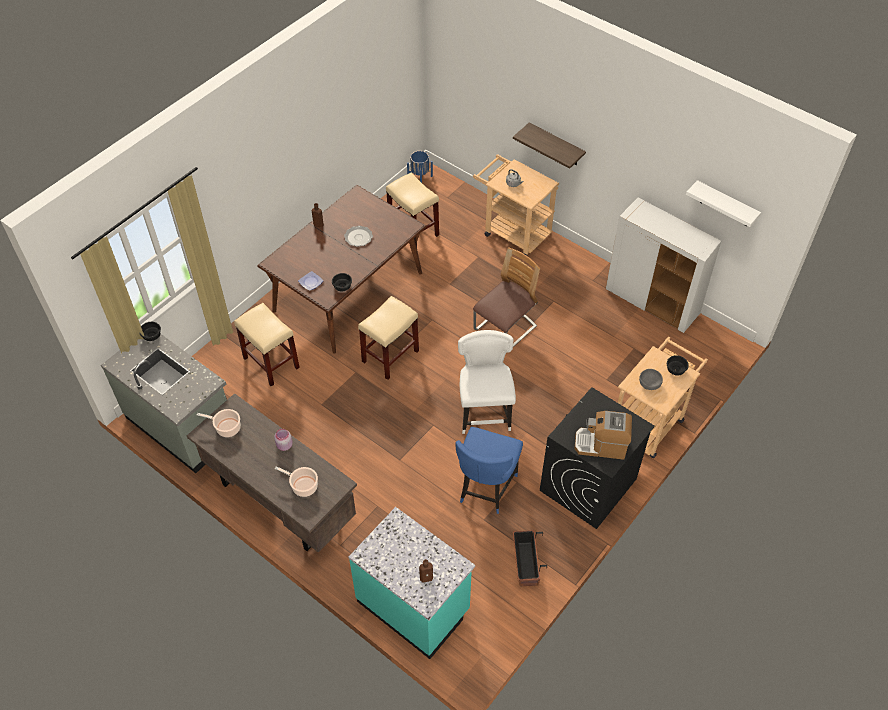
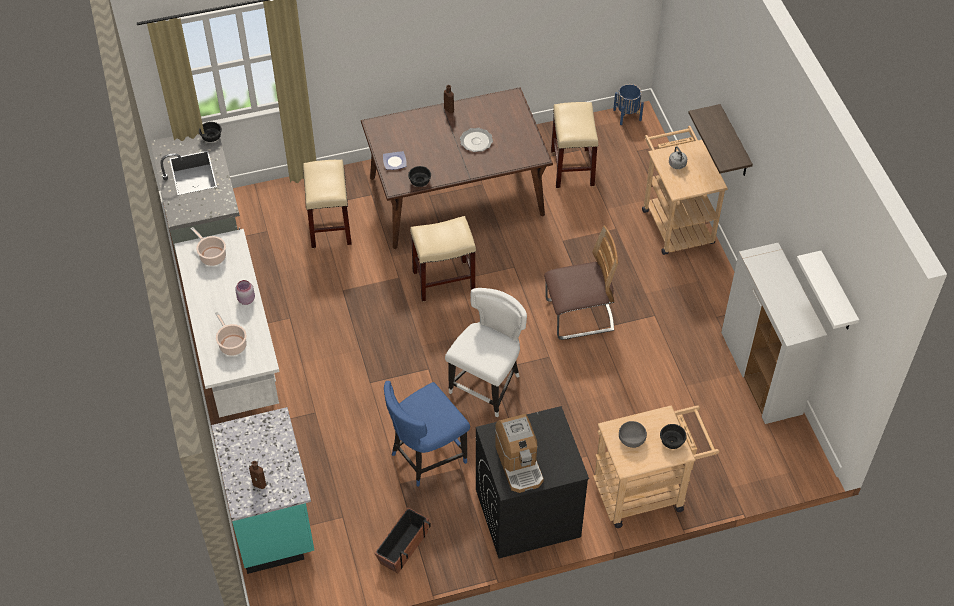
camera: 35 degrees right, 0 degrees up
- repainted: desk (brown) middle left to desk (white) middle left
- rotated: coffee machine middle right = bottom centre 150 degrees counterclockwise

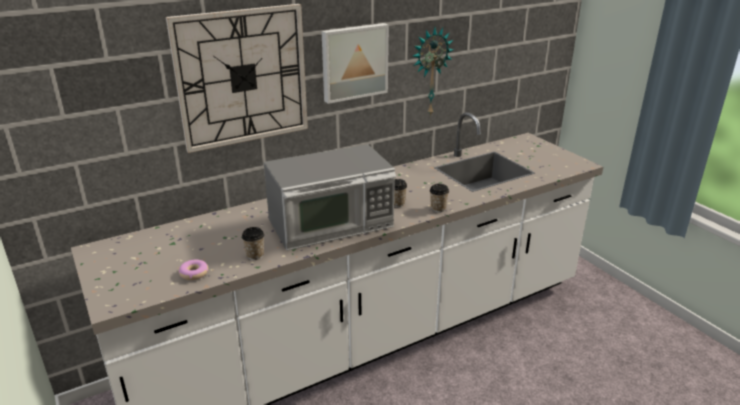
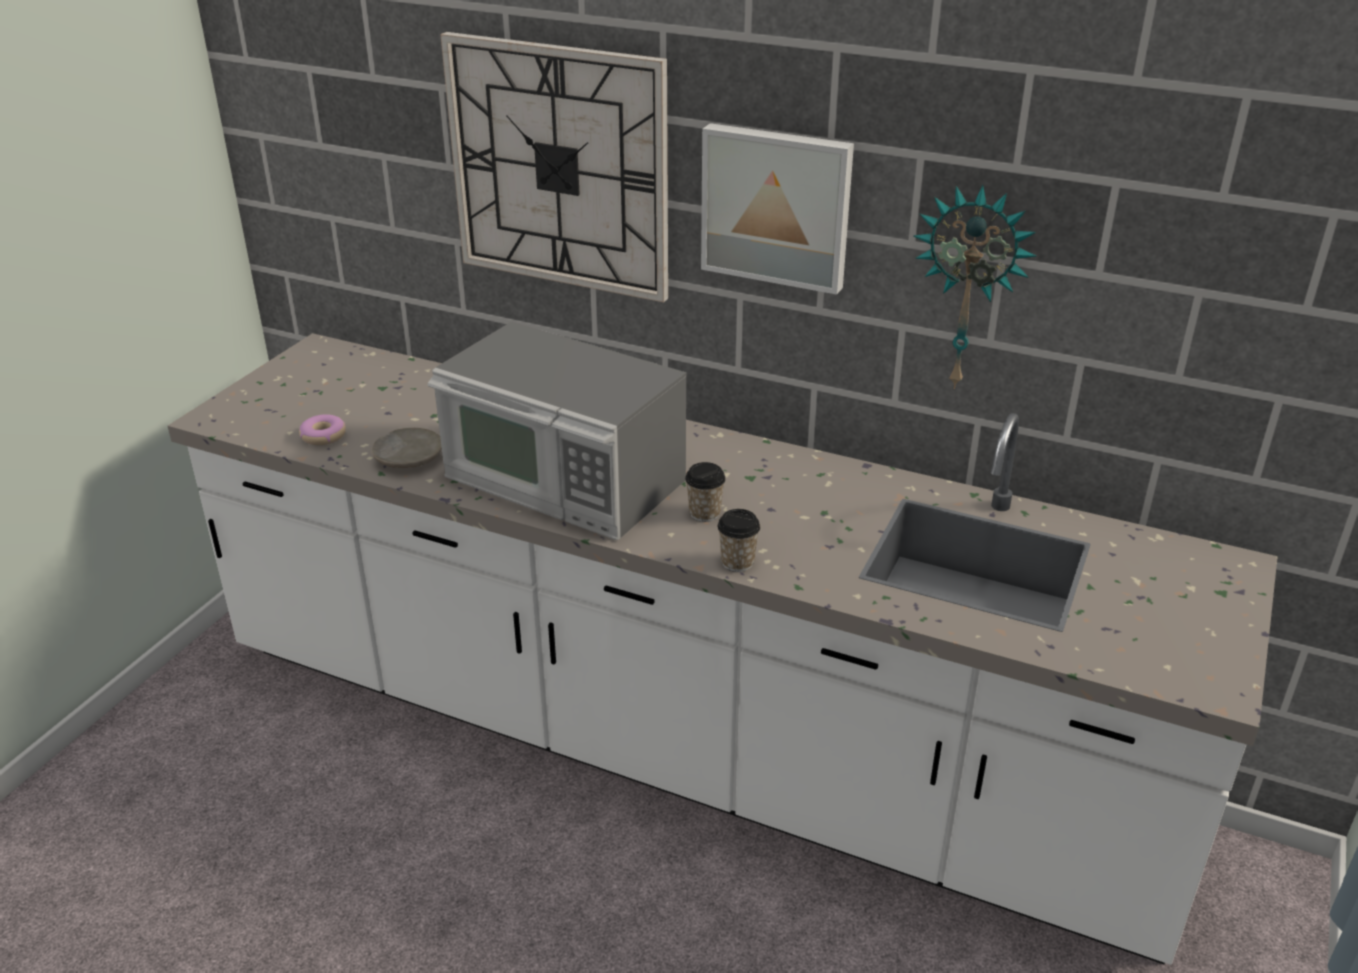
camera: 55 degrees right, 5 degrees up
- swapped: cup (no. 1 from left) centre to plate (beige) middle left

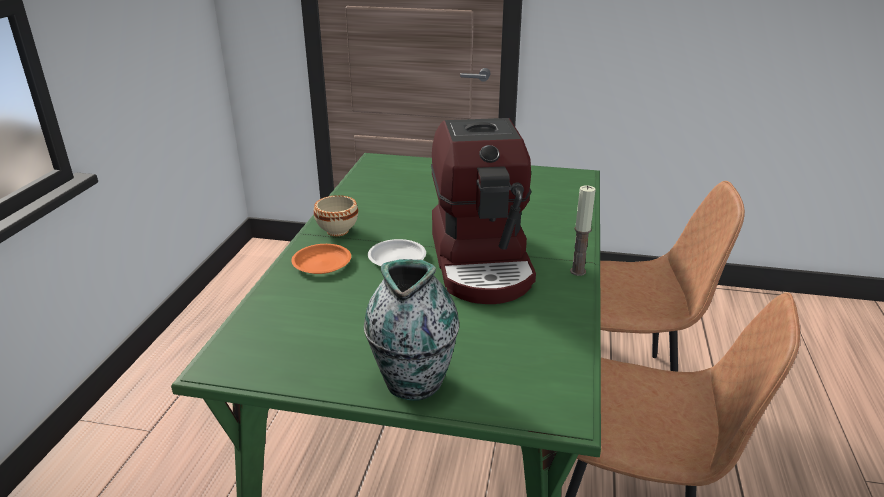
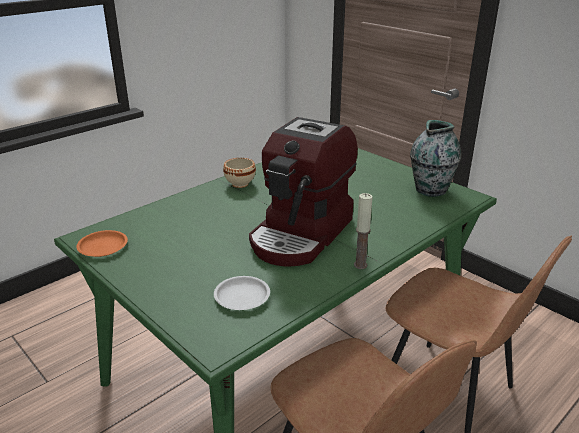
camera: 35 degrees right, 0 degrees up
- shifted: plate (orange) centre to middle left
- shifted: vase centre to middle right
- shifted: plate (white) centre to bottom centre

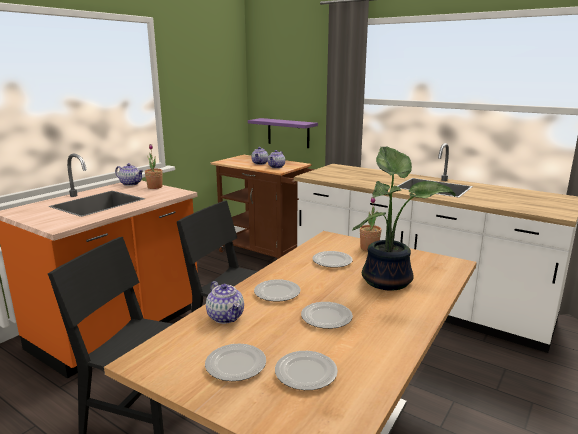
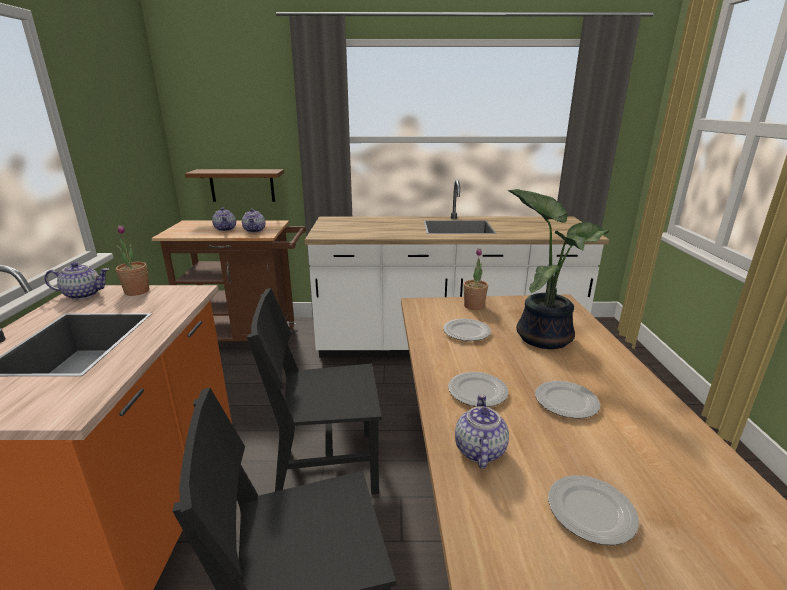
camera: 35 degrees left, 5 degrees up
- rotated: teapot (no. 2 from left in the first image) bottom centre = bottom centre 105 degrees counterclockwise
- repainted: shelf (purple) top centre to shelf (brown) top left
- gone: plate (no. 3 from left) bottom centre

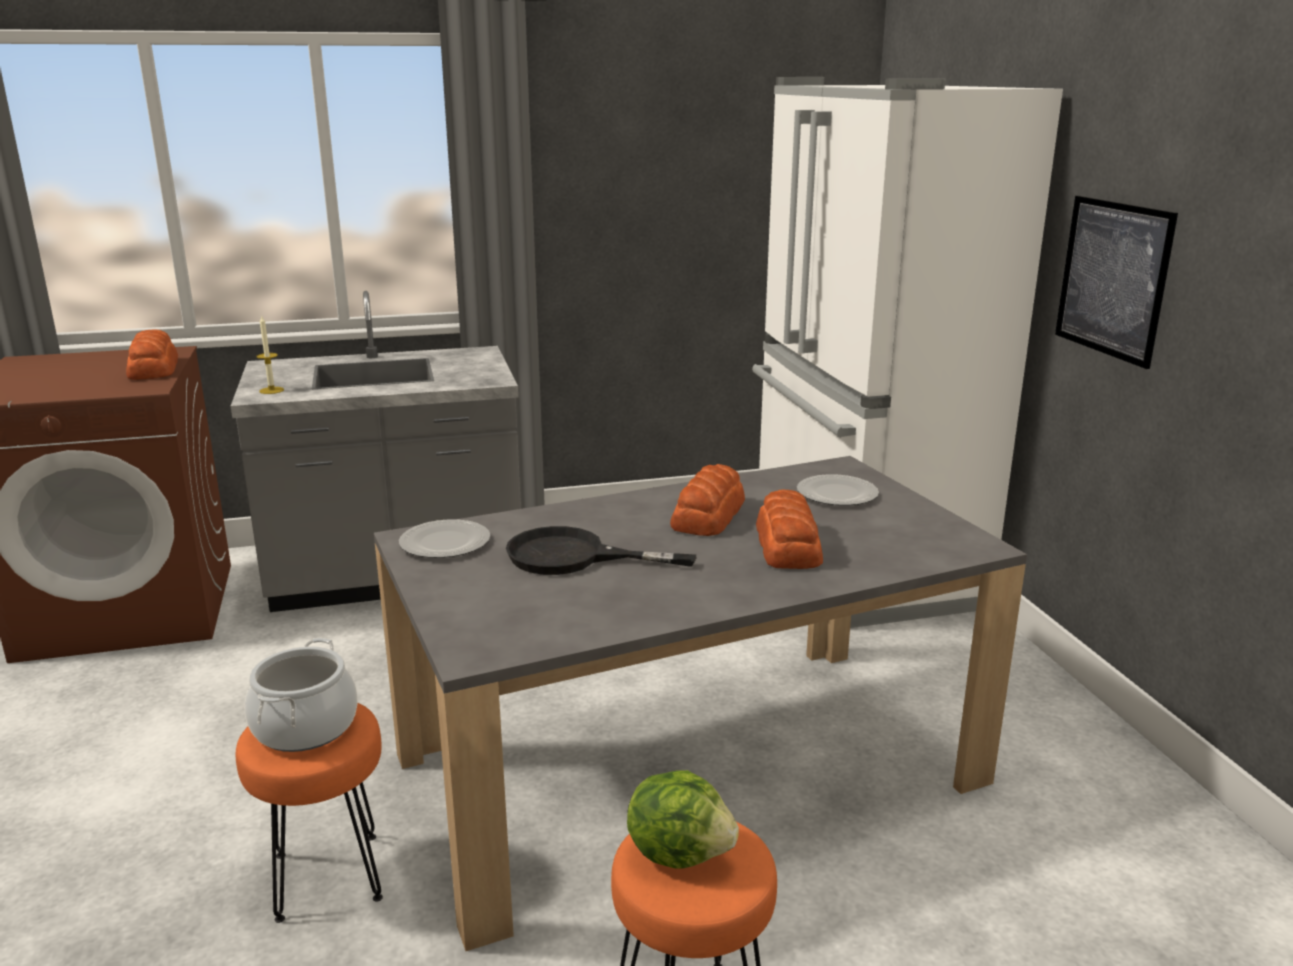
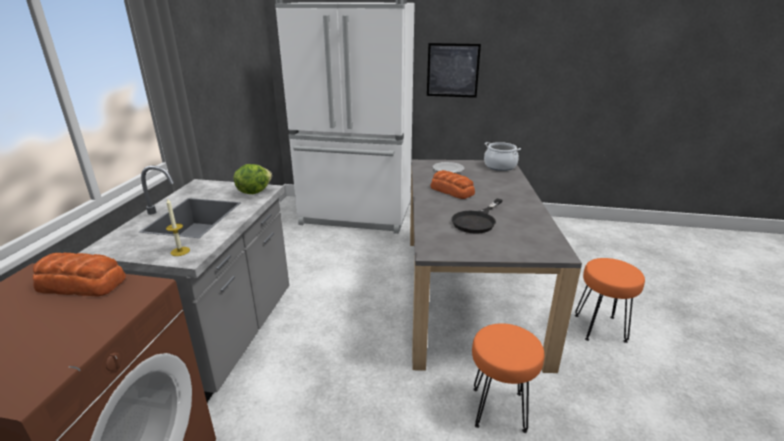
camera: 65 degrees left, 5 degrees up
- shifted: cooking pot bottom left to centre
- gone: plate (no. 1 from left) centre
- shifted: lettuce bottom centre to middle left
- gone: bread (no. 3 from left) centre

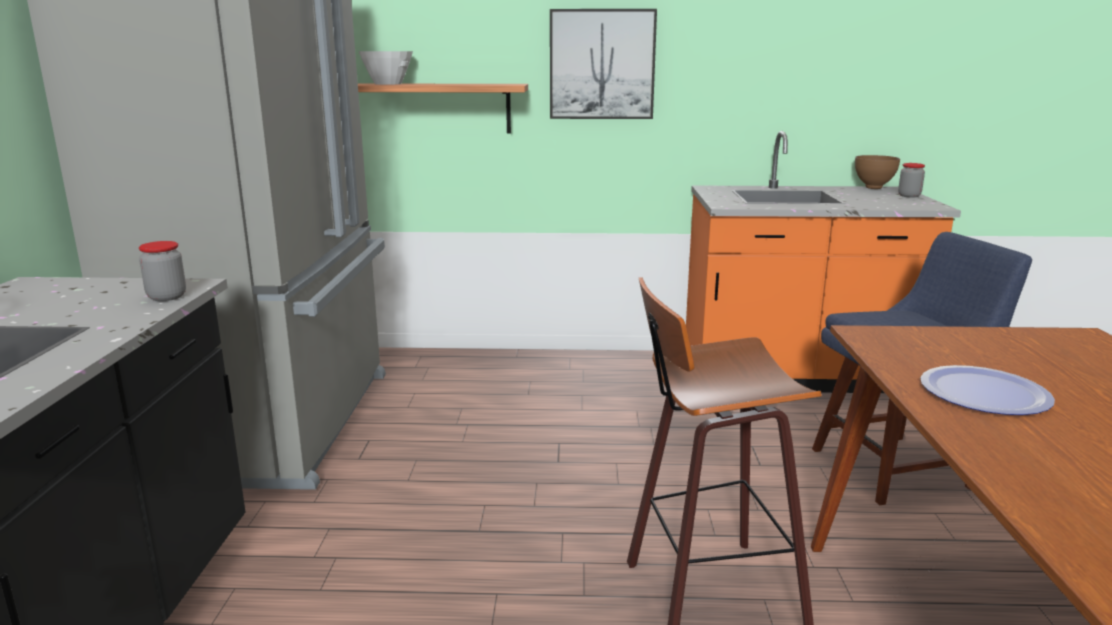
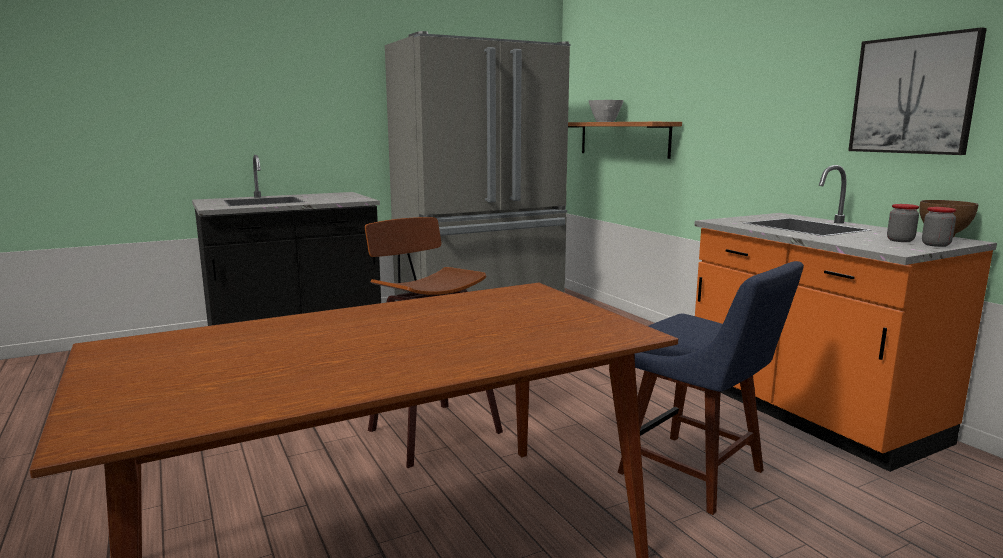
camera: 60 degrees right, 5 degrees down
- shifted: jar (no. 1 from left) middle left to middle right
- shifted: picture top centre to top right
- gone: plate middle right

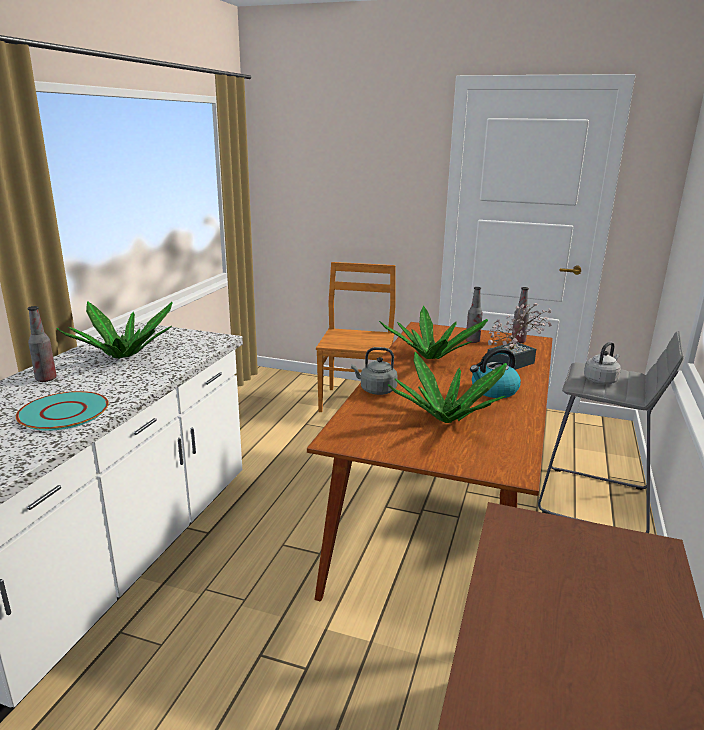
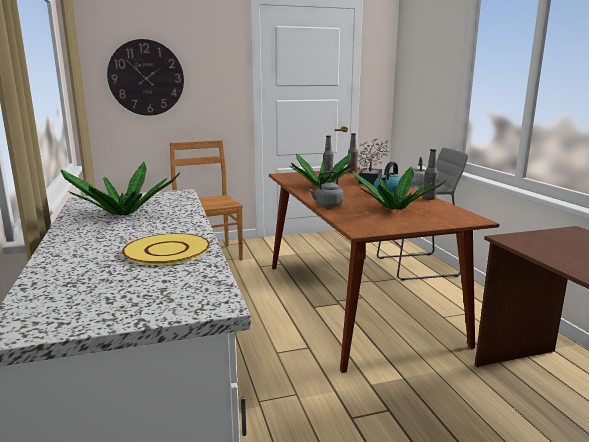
camera: 35 degrees left, 5 degrees down
- repainted: plate (turquoise) middle left to plate (yellow) middle left
- shifted: bottle (no. 1 from left in the first image) middle left to bottle (no. 3 from left) middle right
- new: wall clock top left

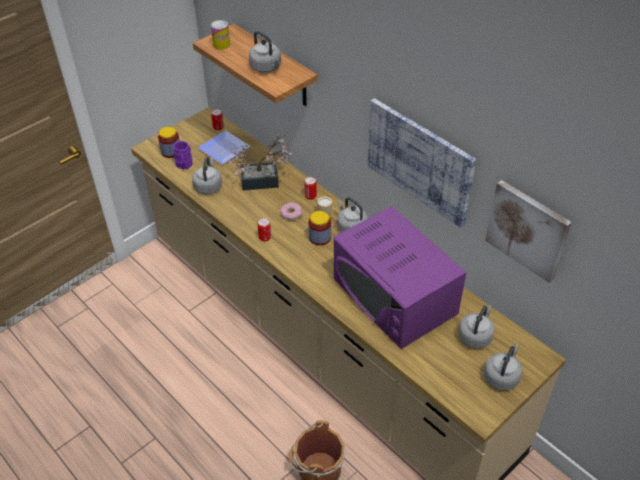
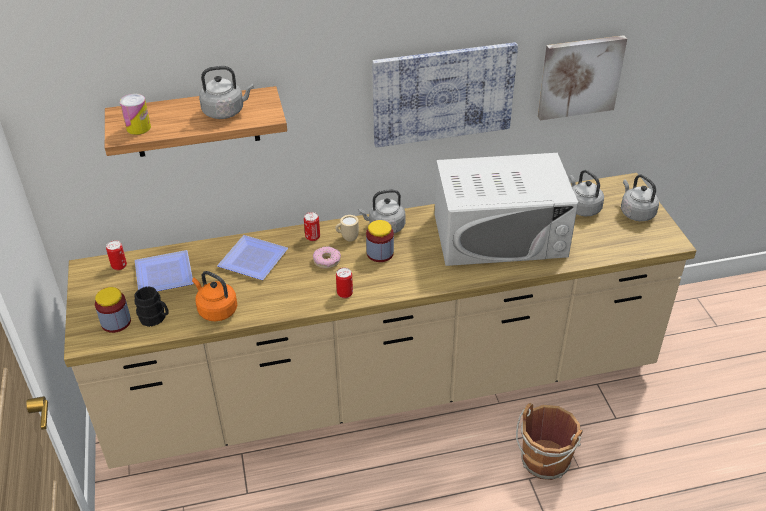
camera: 60 degrees left, 5 degrees down
- repainted: mug (purple) top left to mug (black) middle left
- repainted: kettle (grey) (no. 1 from left) middle left to kettle (orange) middle left
- swapped: potted plant centre to plate (no. 2 from left) middle left
- repainted: microwave (purple) centre to microwave (white) centre

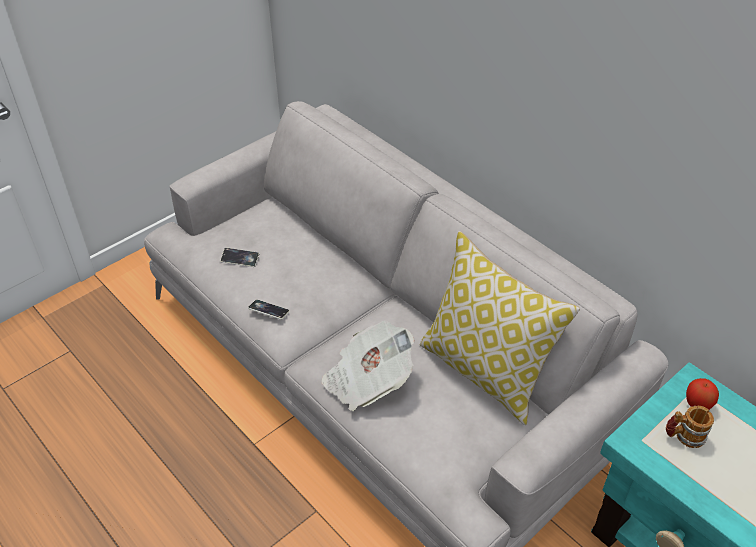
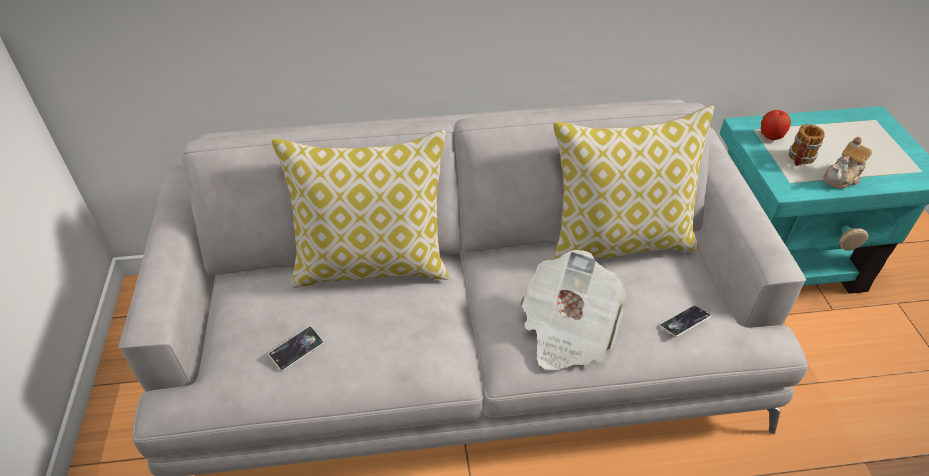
camera: 55 degrees left, 0 degrees up
- shifted: phone (no. 2 from left) centre to bottom right
- new: pillow (no. 1 from left) centre
- new: teapot middle right

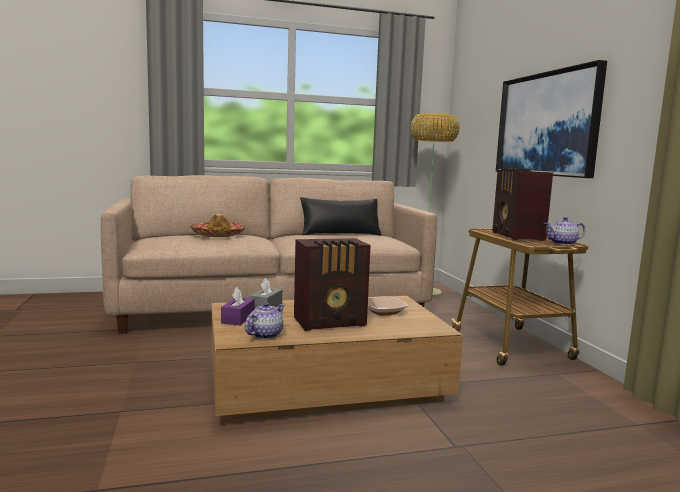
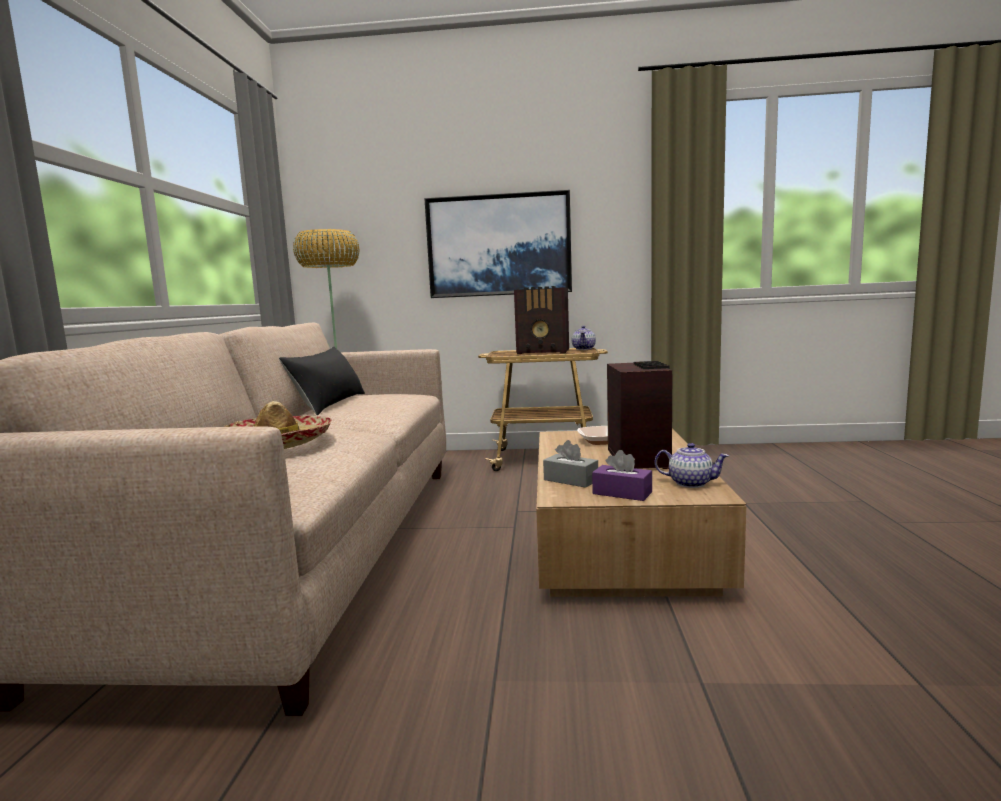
camera: 70 degrees left, 0 degrees up
- rotated: teapot (no. 1 from left in the first image) centre = middle right 150 degrees clockwise

